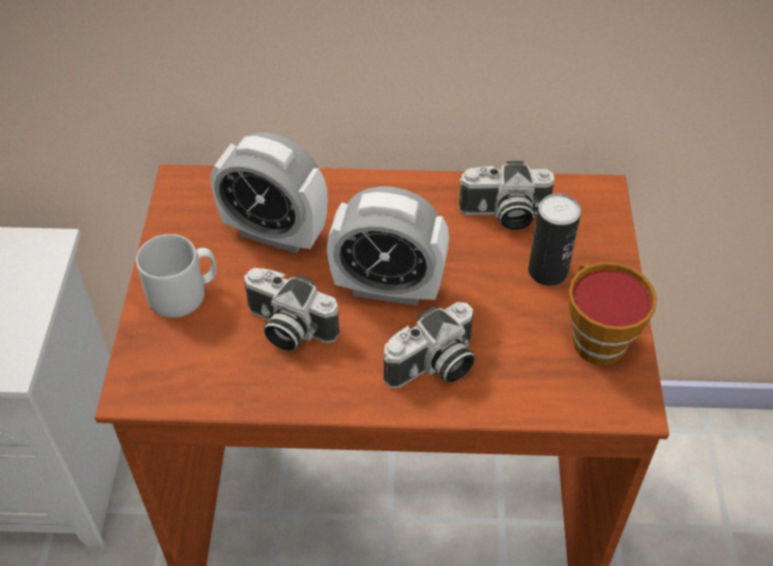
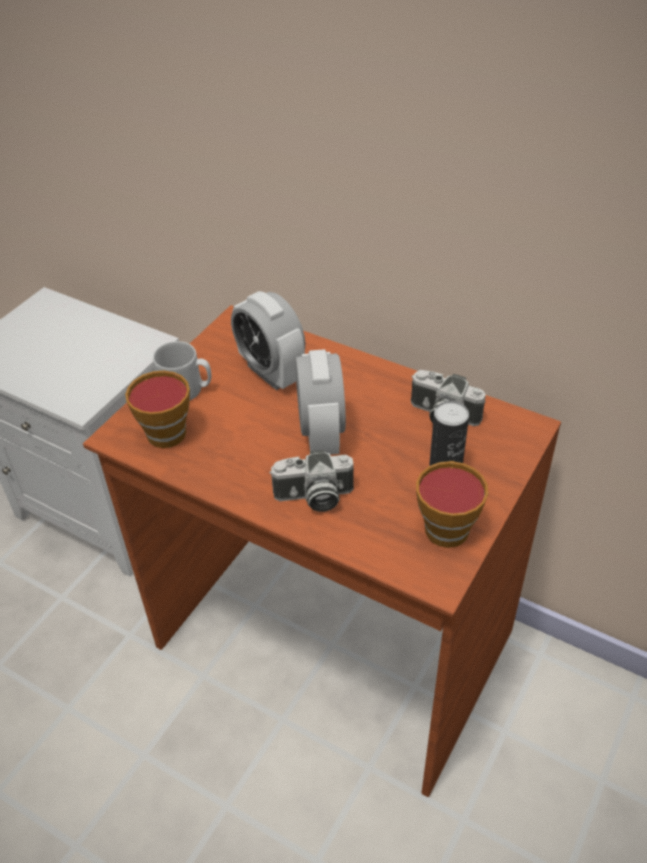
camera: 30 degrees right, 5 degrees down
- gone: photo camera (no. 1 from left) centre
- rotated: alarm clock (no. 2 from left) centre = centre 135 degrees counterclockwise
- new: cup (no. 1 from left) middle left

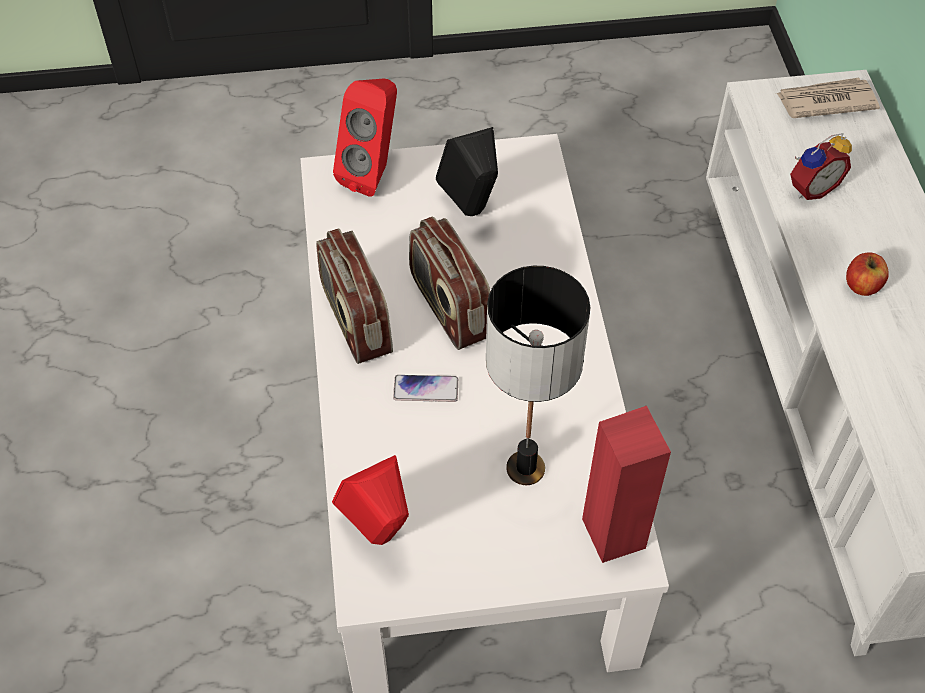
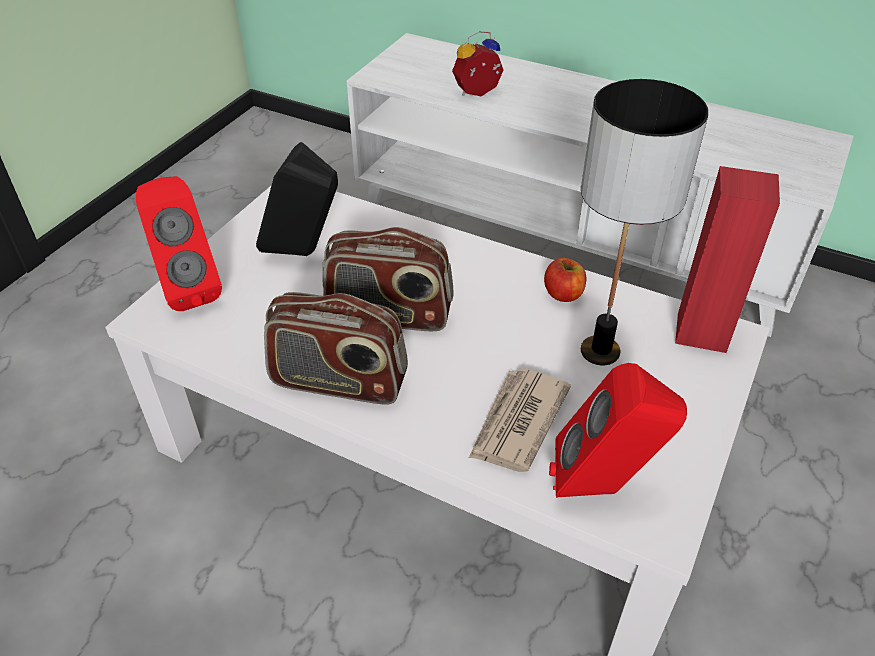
camera: 55 degrees left, 10 degrees down
- gone: phone centre
- shifted: newspaper top right to centre
- rotated: alarm clock top right = top centre 120 degrees counterclockwise
- shifted: apple middle right to centre

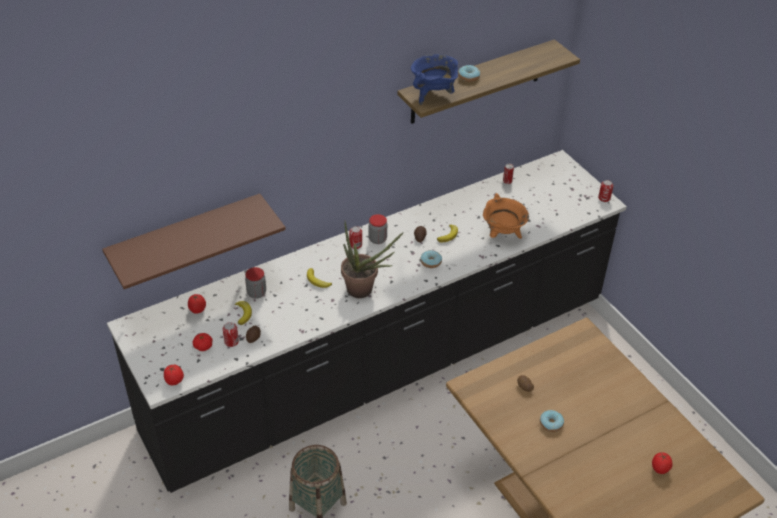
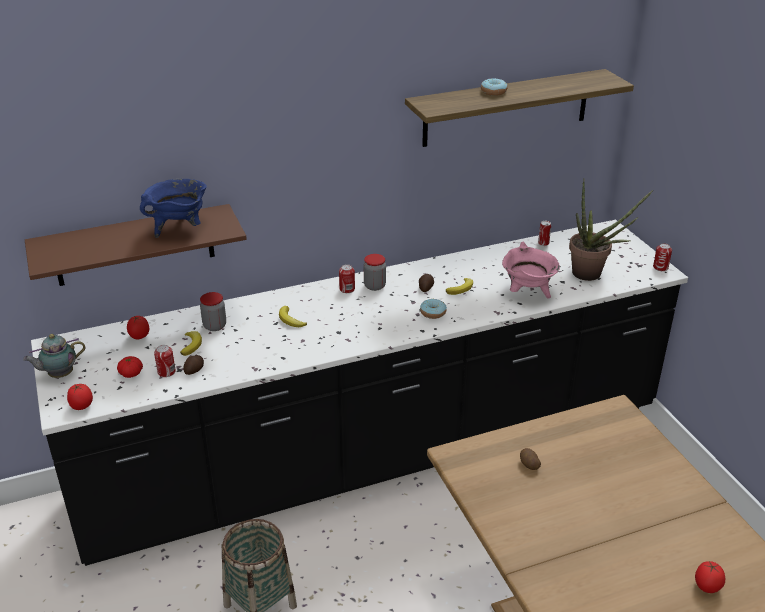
camera: 10 degrees right, 10 degrees down
- shifted: potted plant centre to middle right
- shifted: cooking pot (blue) top centre to middle left
- repainted: cooking pot (orange) centre to cooking pot (pink) middle right
- gone: donut (no. 3 from left) bottom right
- new: teapot middle left

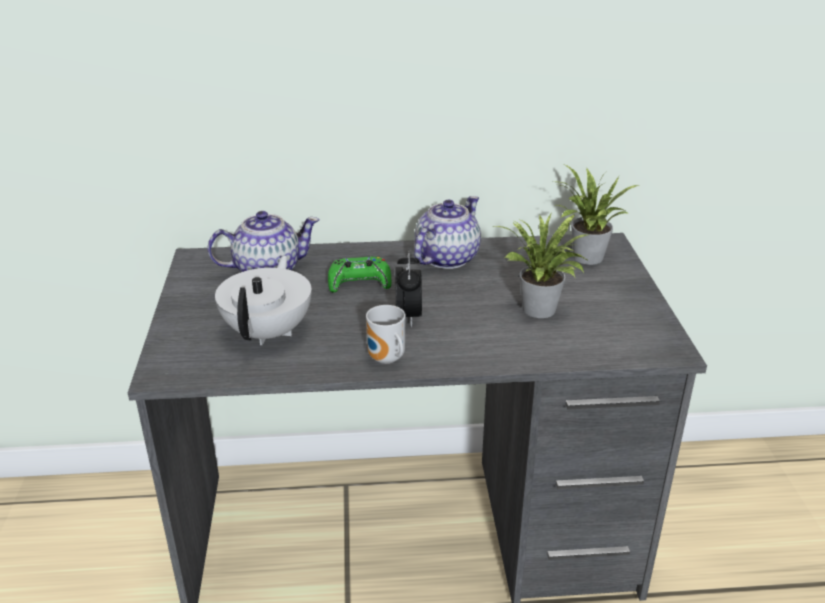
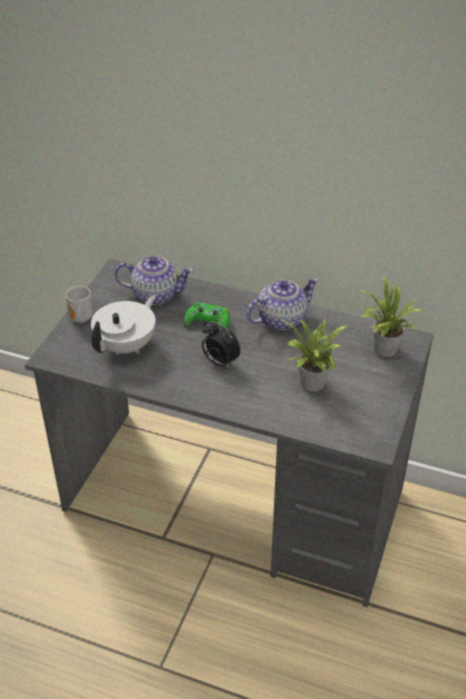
camera: 25 degrees right, 10 degrees up
- shifted: mug centre to middle left
- rotated: alarm clock centre = centre 105 degrees clockwise

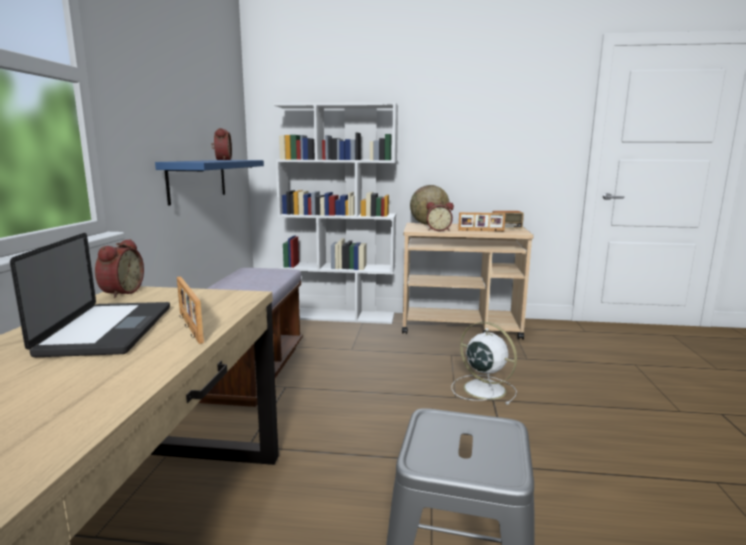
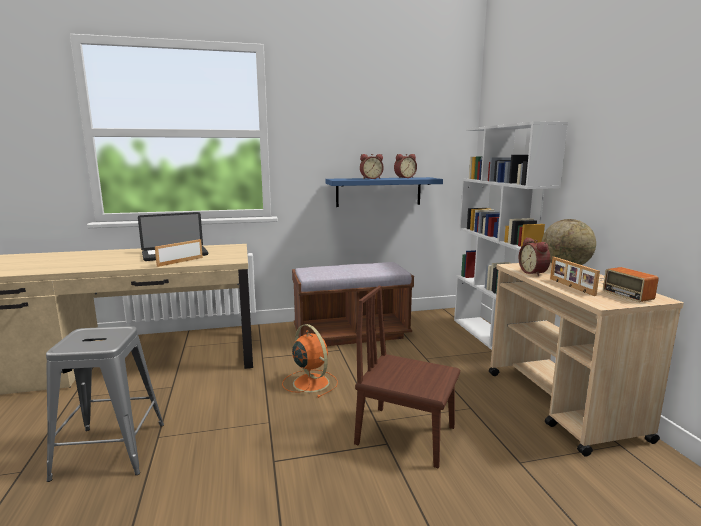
camera: 70 degrees right, 0 degrees up
- shifted: alarm clock (no. 1 from left) middle left to top centre
- swapped: fan (white) centre to chair (brown) bottom centre
- new: fan (orange) bottom centre

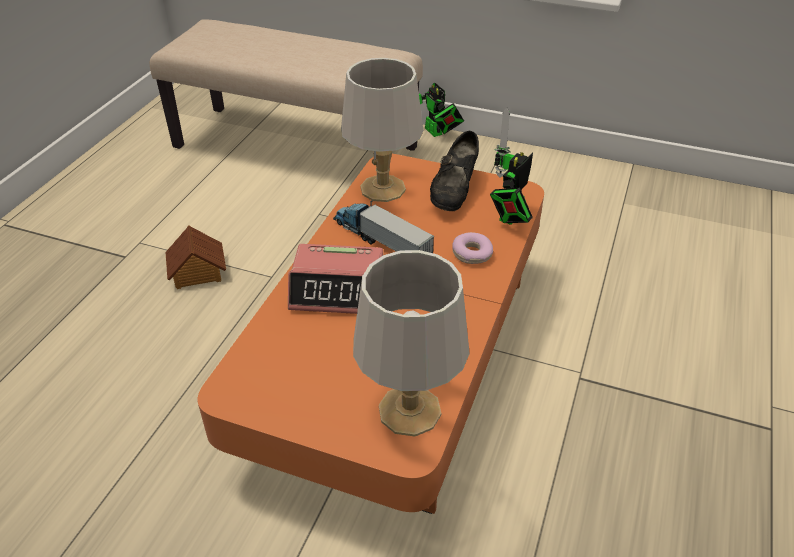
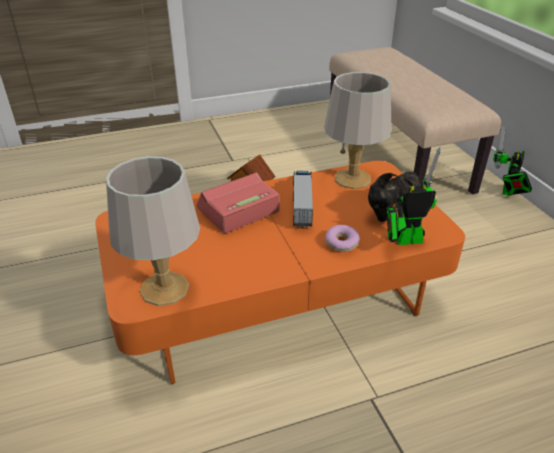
camera: 50 degrees right, 5 degrees down
- rotated: alarm clock centre = centre 90 degrees clockwise
- rotated: shoe (black) top centre = middle right 150 degrees clockwise

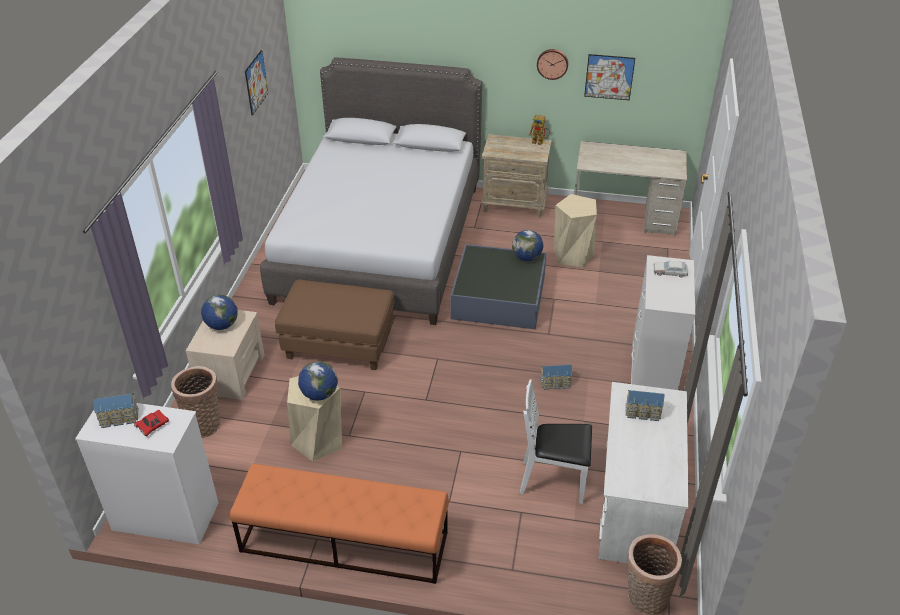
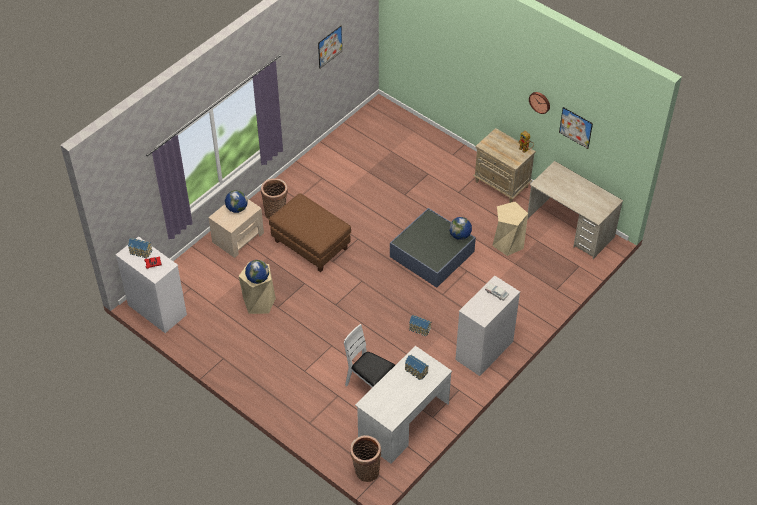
camera: 30 degrees right, 10 degrees up
- shifted: basket (no. 1 from left) middle left to centre
- gone: bench (orange) bottom centre
- gone: bed (grey) top centre

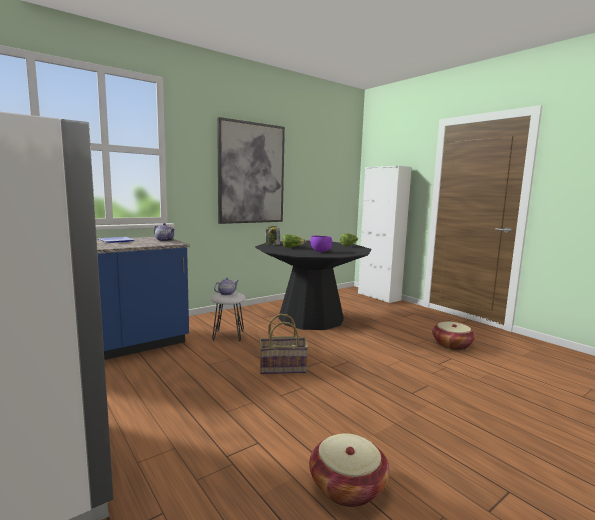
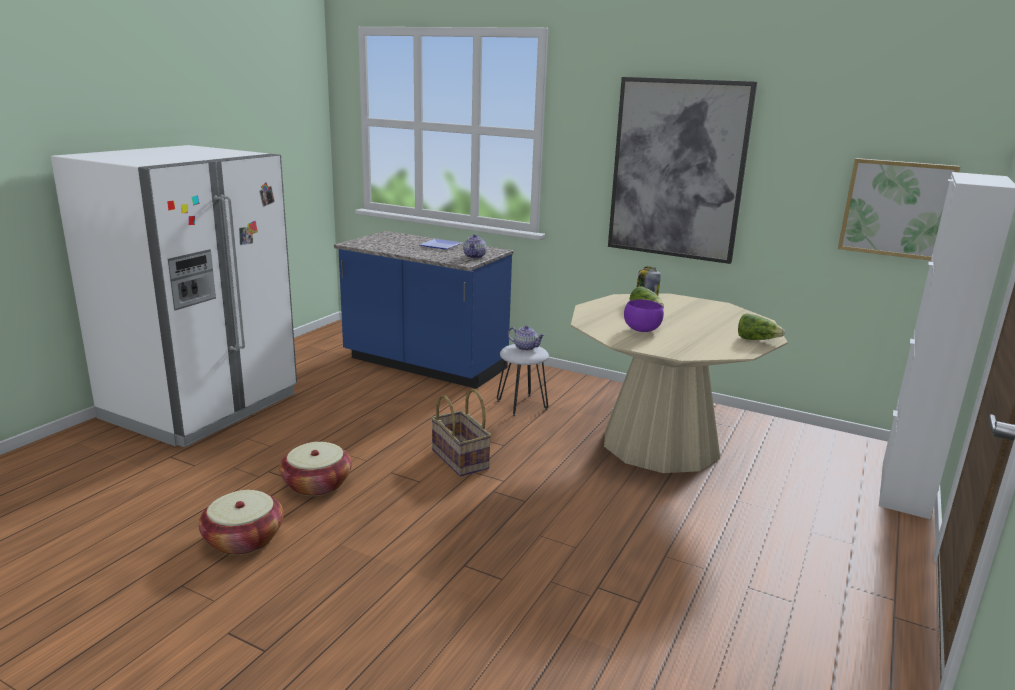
camera: 65 degrees right, 10 degrees up
- repainted: dining table (black) centre to dining table (beige) middle right
- shifted: basket (no. 3 from left in the first image) middle right to basket (no. 2 from left) bottom left
- new: picture (no. 2 from left) top right

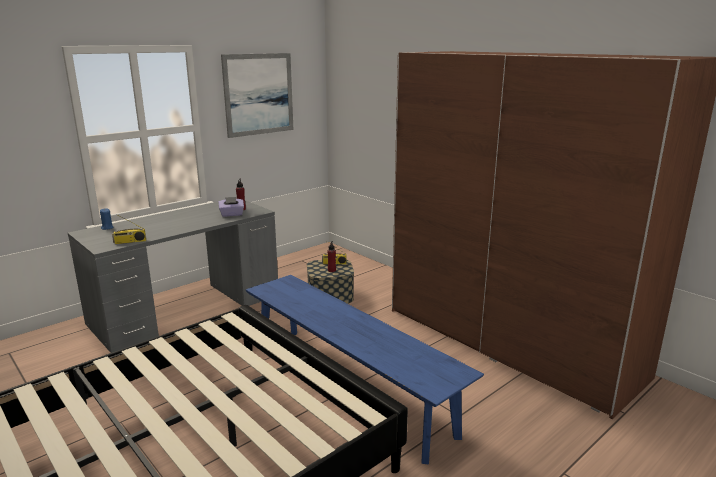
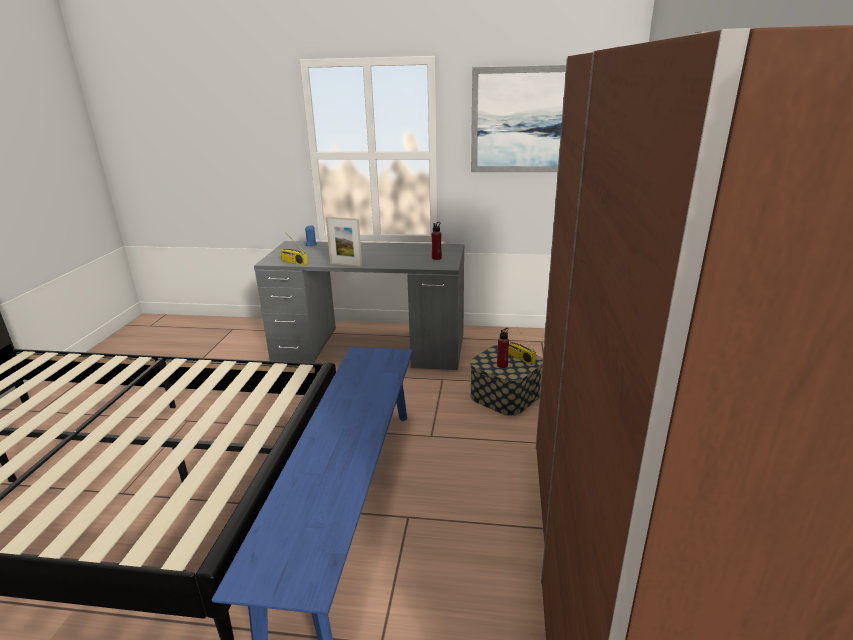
camera: 50 degrees right, 5 degrees up
- gone: tissue box (purple) middle left
- new: picture frame centre

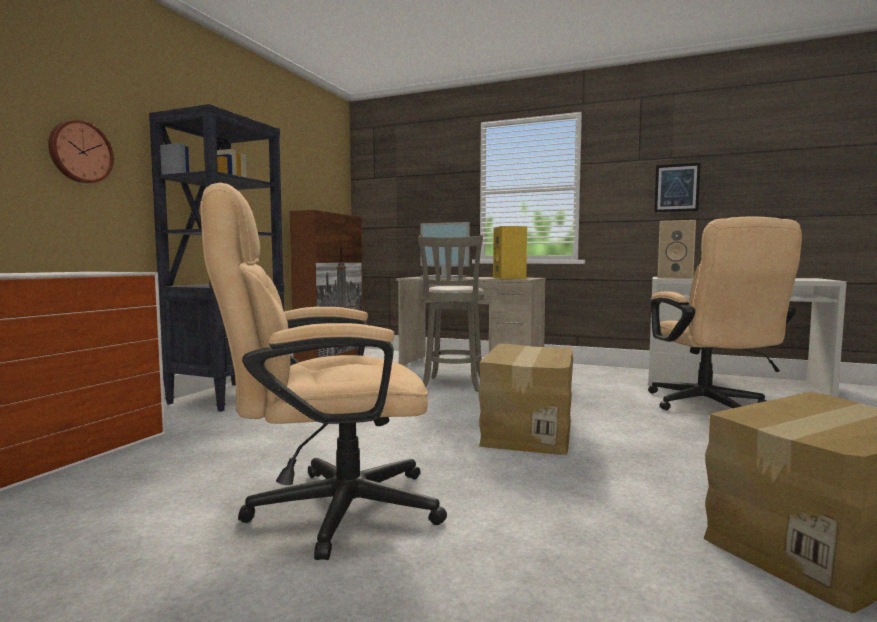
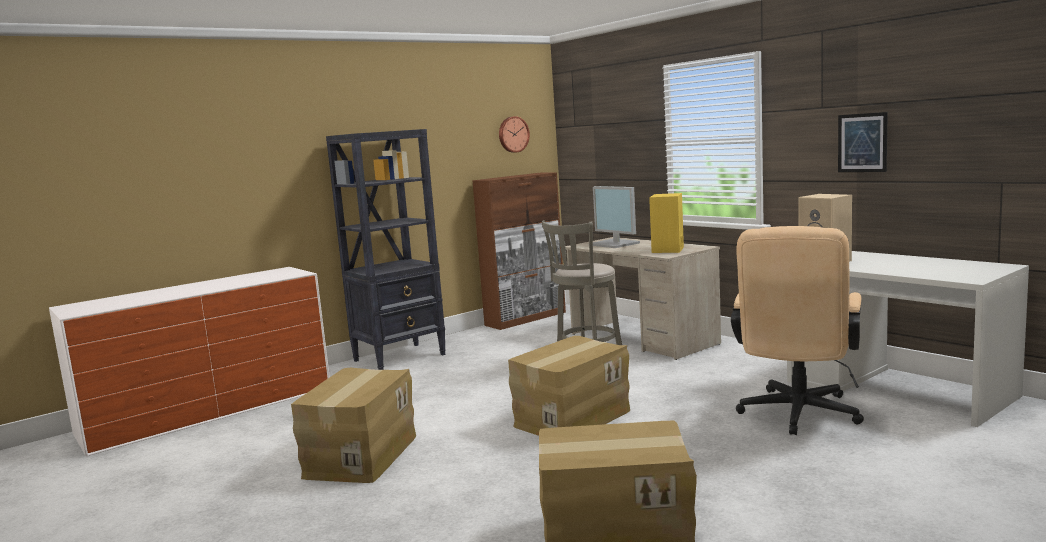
camera: 30 degrees right, 5 degrees up
- shifted: wall clock top left to top centre
- swapped: office chair (beige) (no. 1 from left) centre to cardboard box (no. 1 from left) bottom centre

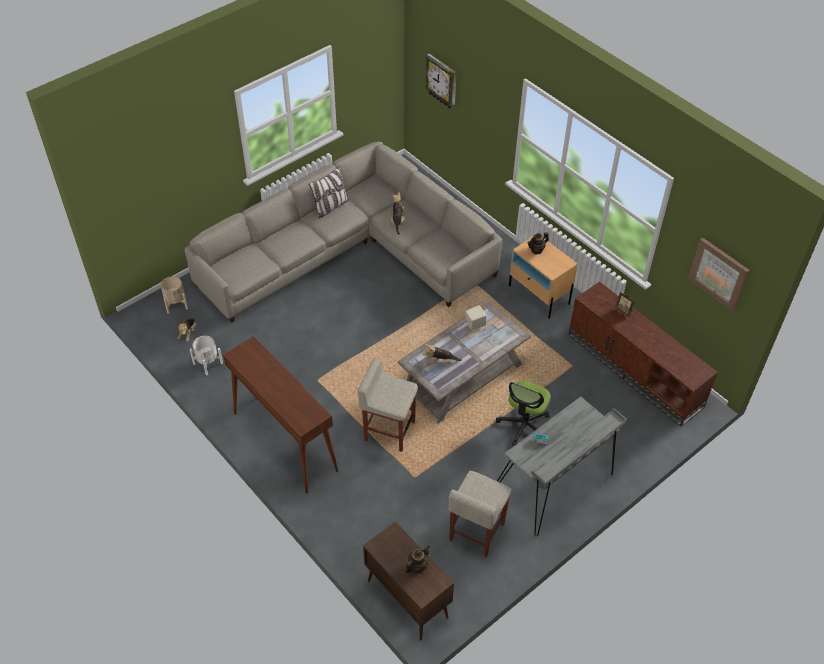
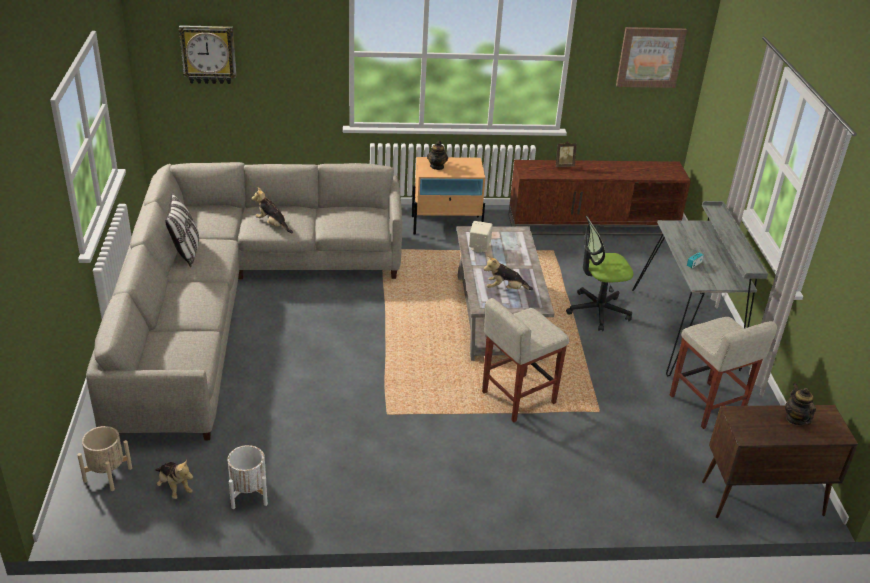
camera: 55 degrees left, 15 degrees down
- gone: console table (brown) centre
- rotated: plush toy (no. 3 from left) centre = centre 60 degrees clockwise
- rotated: office chair centre = middle right 105 degrees clockwise

